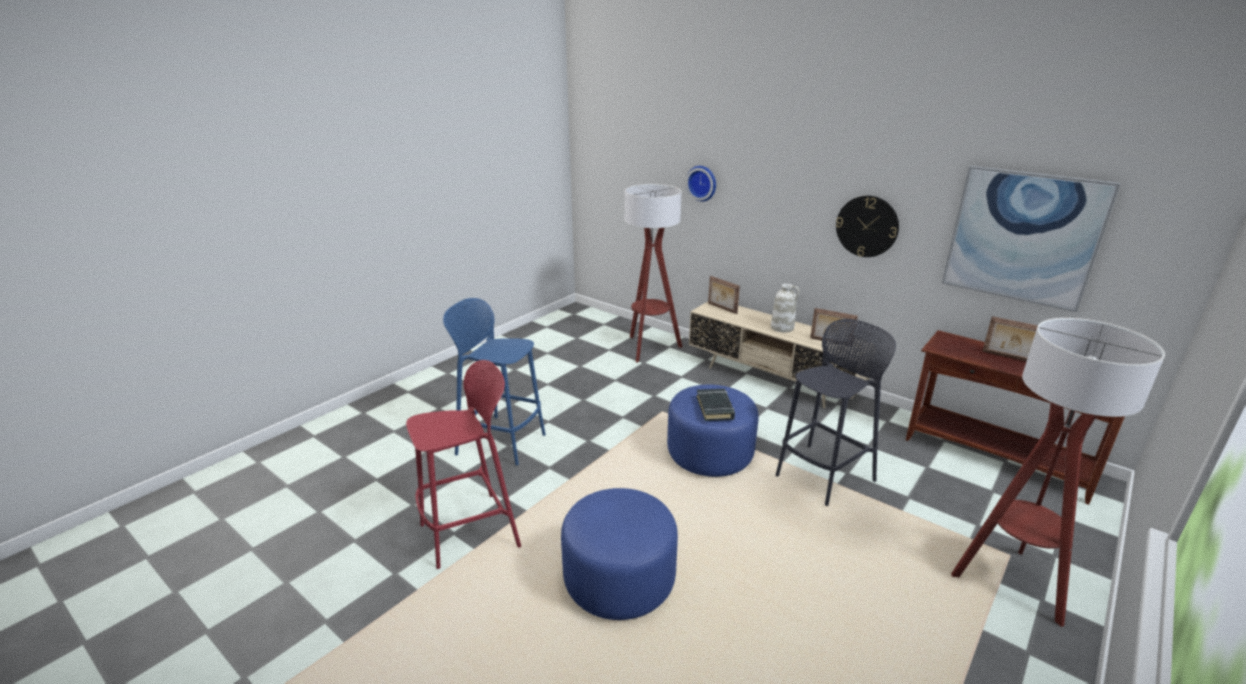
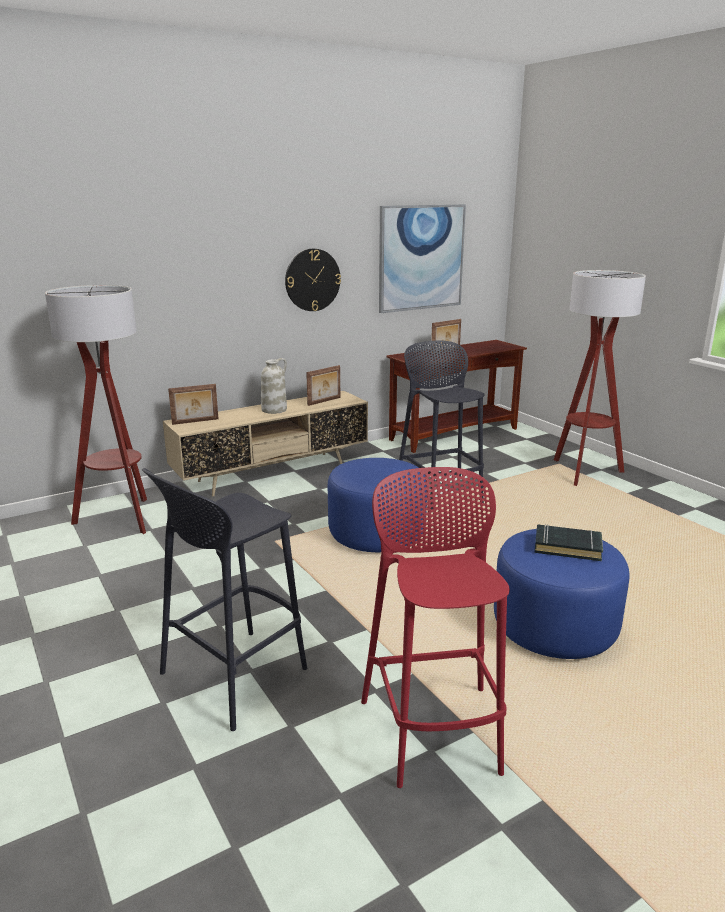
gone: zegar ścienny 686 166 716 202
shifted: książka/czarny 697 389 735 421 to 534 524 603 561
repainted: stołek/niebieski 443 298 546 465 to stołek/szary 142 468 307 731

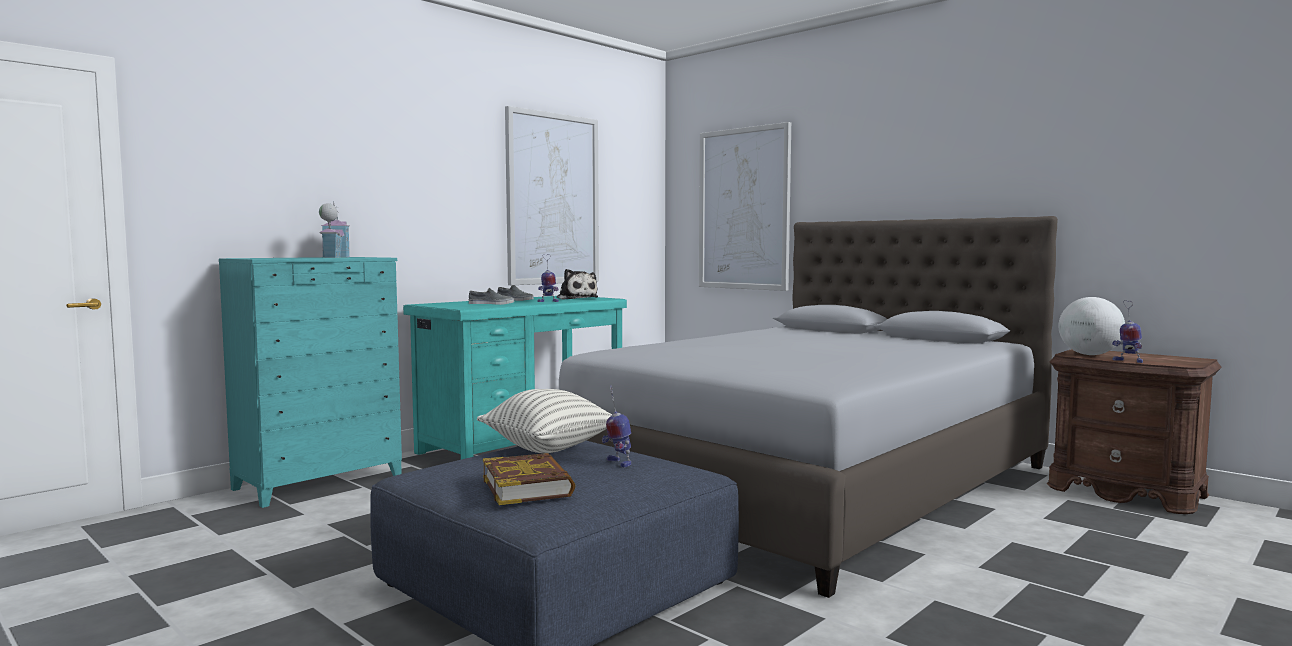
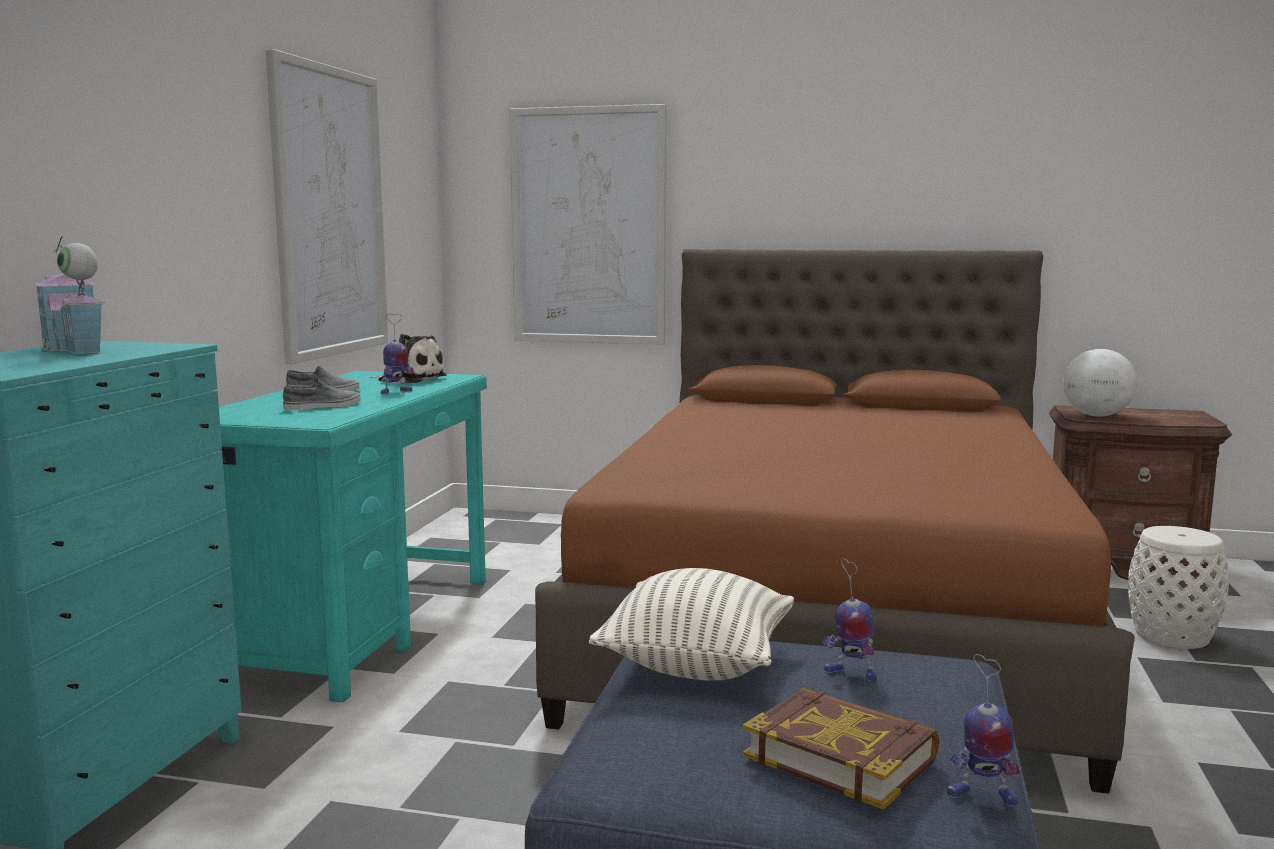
new: stołek/biały 1128 526 1229 649
shifted: robot zabawkowy 1112 300 1143 363 to 947 654 1020 806
repainted: łóżko/szary 559 216 1058 598 to łóżko/brązowy 535 249 1135 794

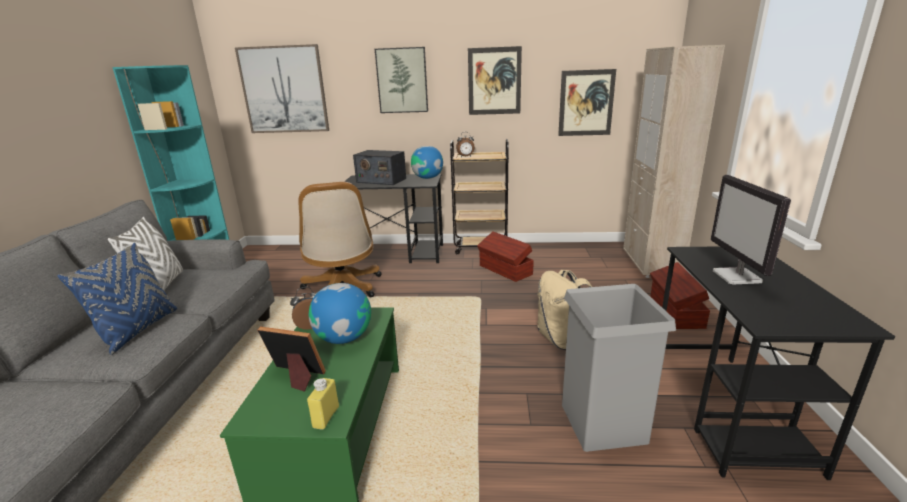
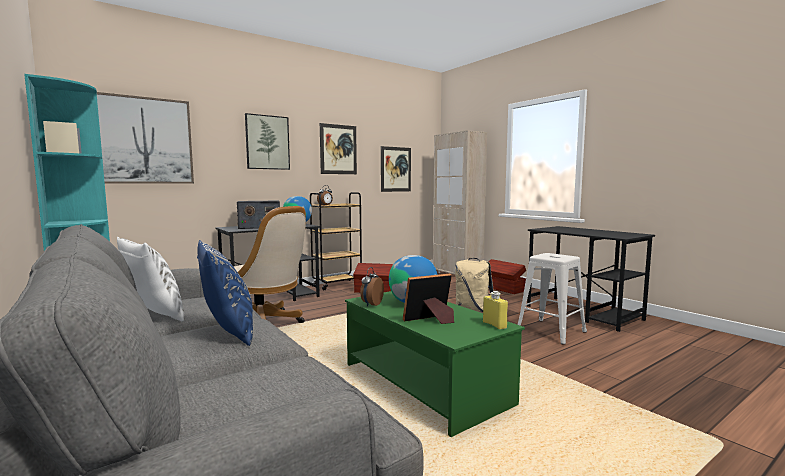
gone: monitor 710 175 791 284
swapped: kosz na śmieci/szary 562 284 676 452 to stołek/biały 518 253 587 345

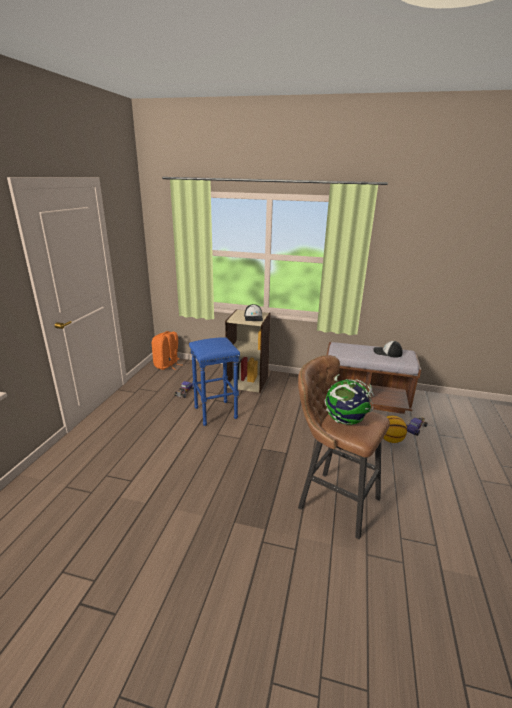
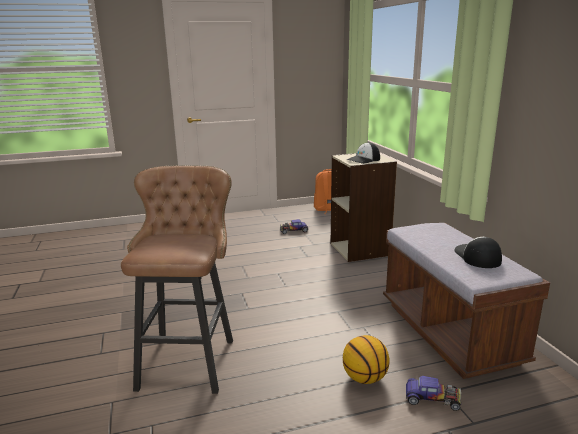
gone: stołek/niebieski 189 337 240 426; globus 325 374 374 425

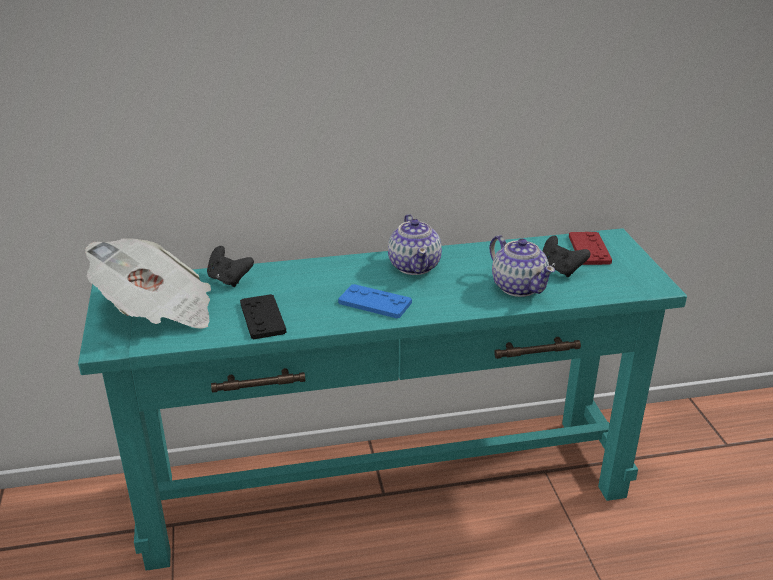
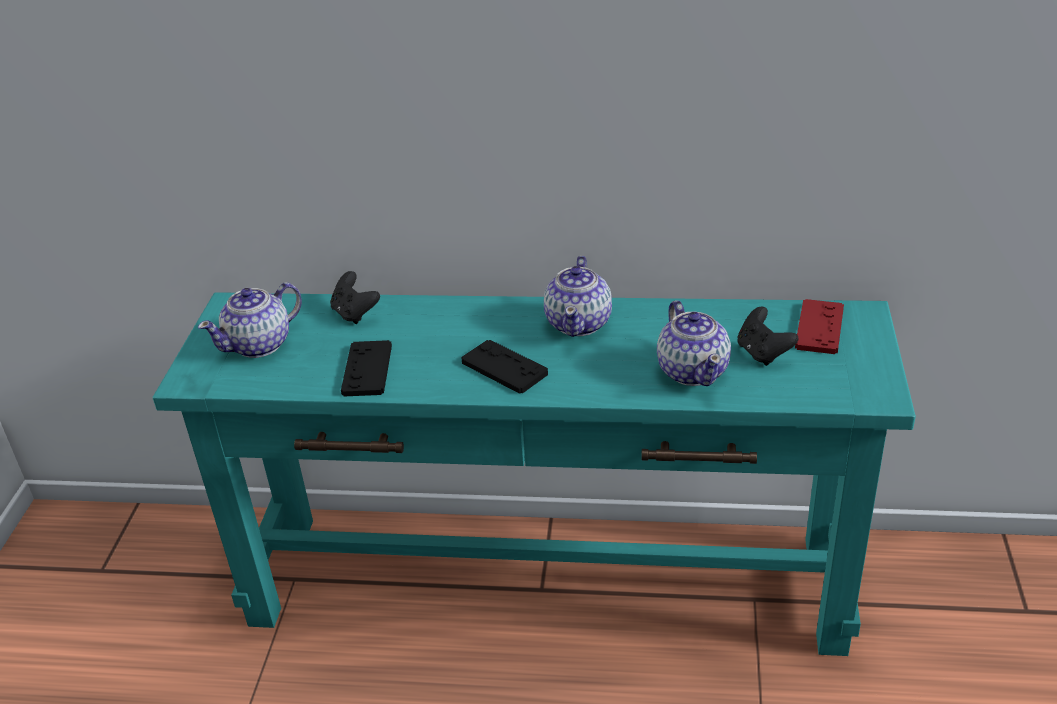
swapped: gazeta 85 238 211 329 to imbryk 198 282 302 358
repainted: pad do gier/niebieski 338 284 412 318 to pad do gier/czarny 462 340 548 394

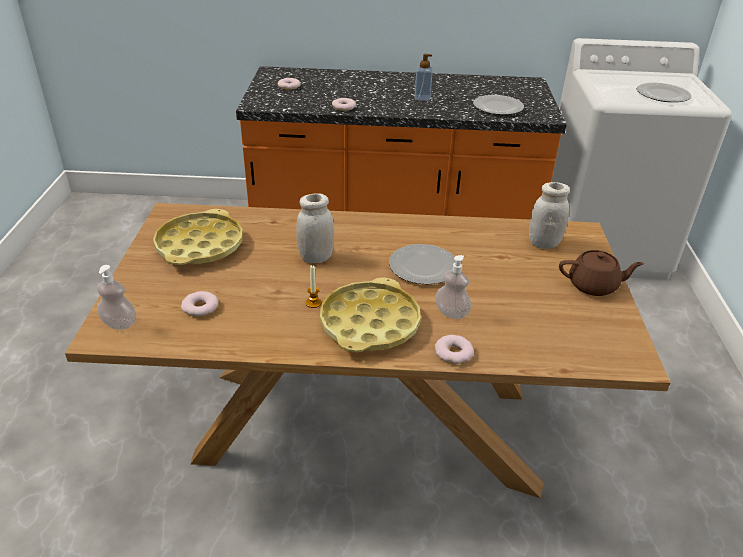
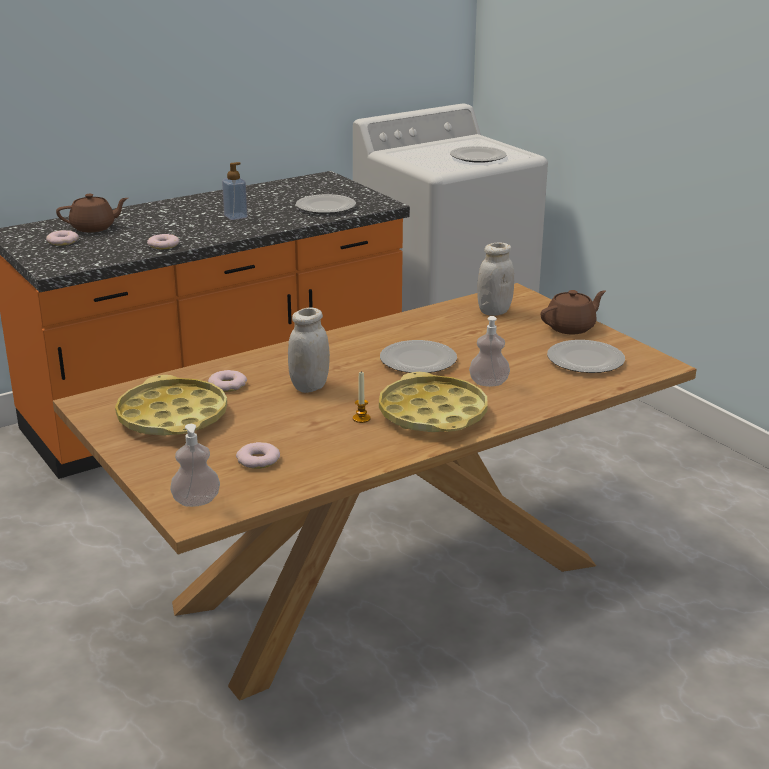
new: imbryk/brązowy 56 194 128 232; talerz 547 340 625 373
shifted: donut 435 335 474 364 to 208 370 247 392

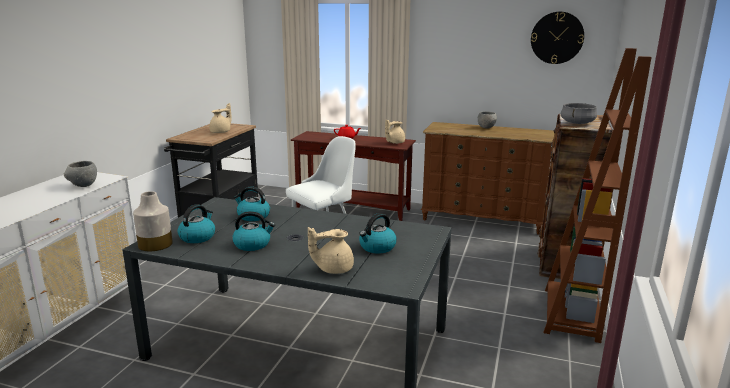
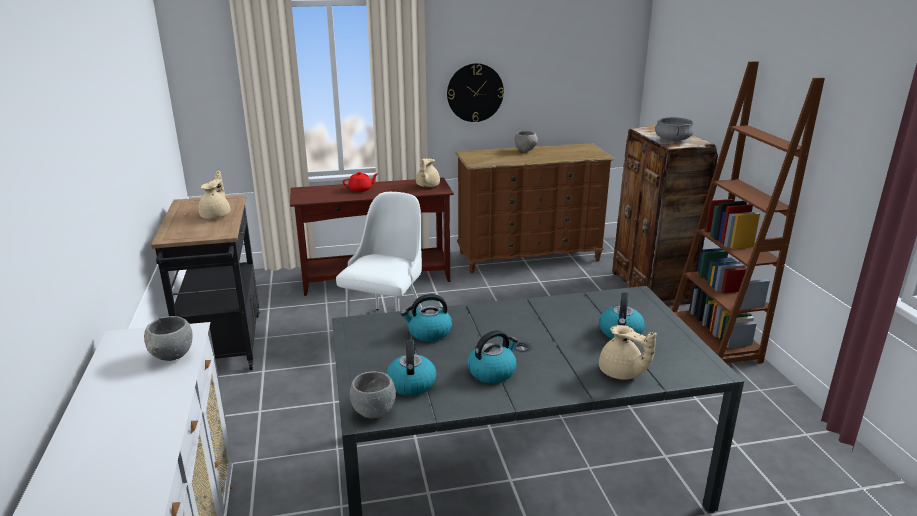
shifted: zegar ścienny 531 12 584 64 to 447 63 504 122
swapped: wazon/beżowy 133 191 173 251 to miska/szary 350 371 396 418
rotated: imbryk/beżowy 308 227 354 274 = 599 325 657 380 90 degrees counterclockwise

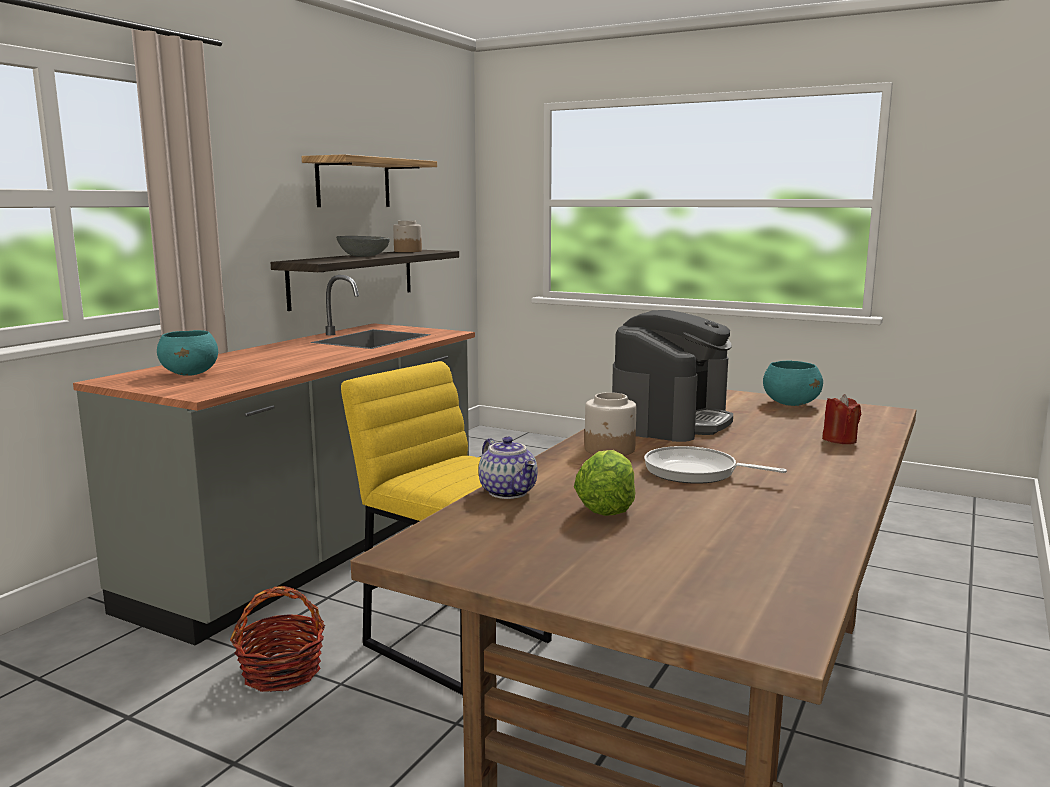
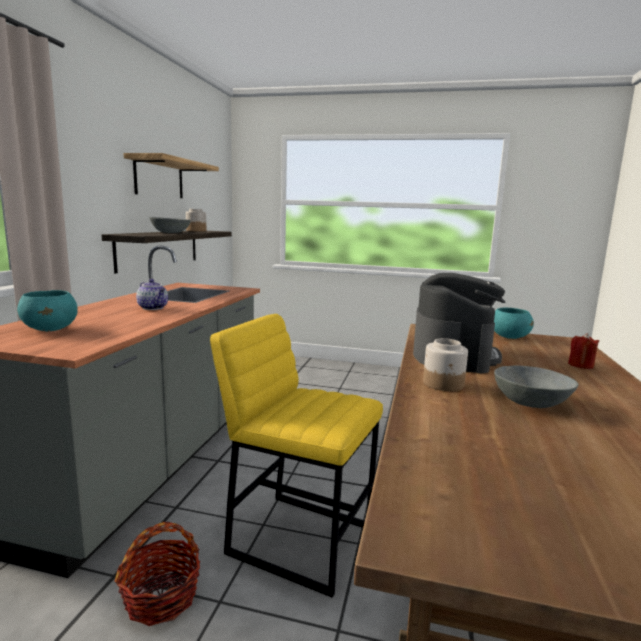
gone: sałata 574 450 635 516
shifted: imbryk 478 436 538 499 to 136 279 168 310
swapped: patelnia 644 446 787 484 to miska/szary 494 366 579 408

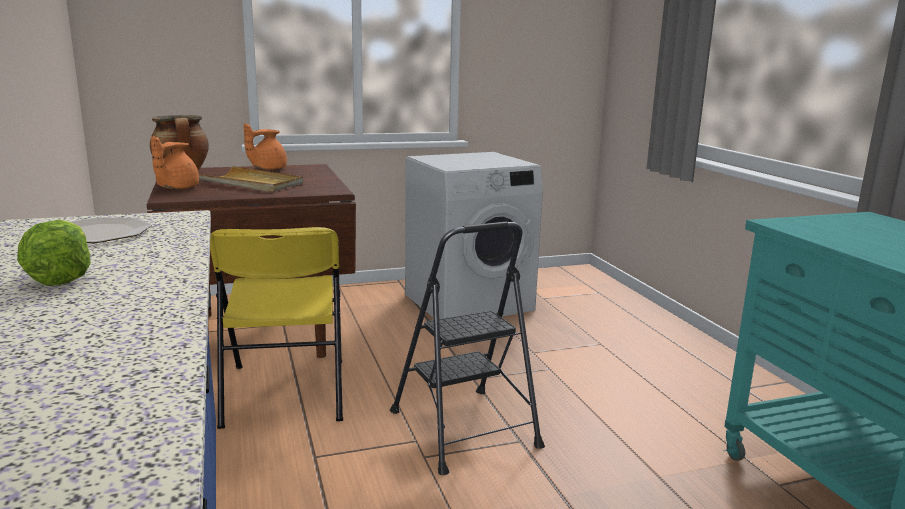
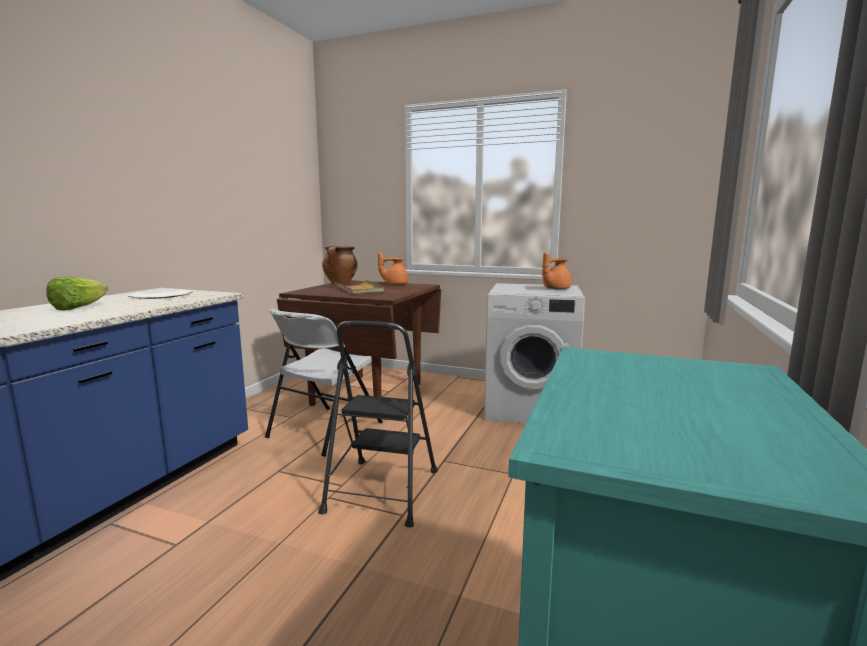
shifted: imbryk/pomarańczowy 151 136 199 189 to 542 252 572 289
repainted: krzesło/żółty 210 227 343 429 to krzesło/biały 265 309 383 457

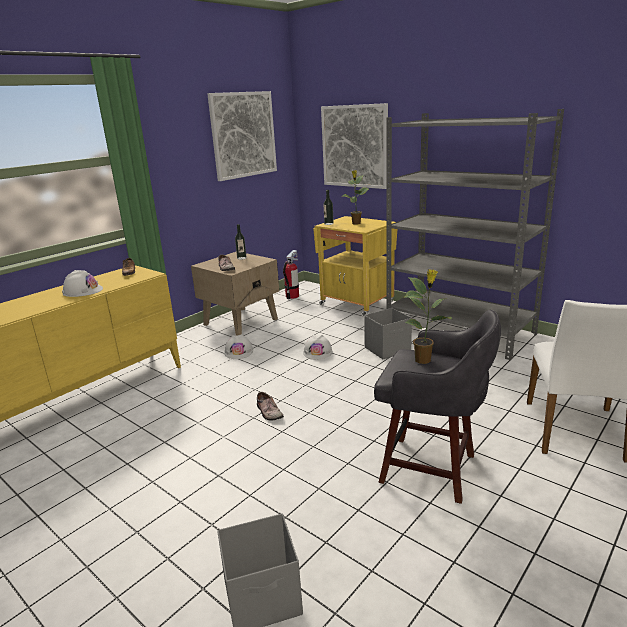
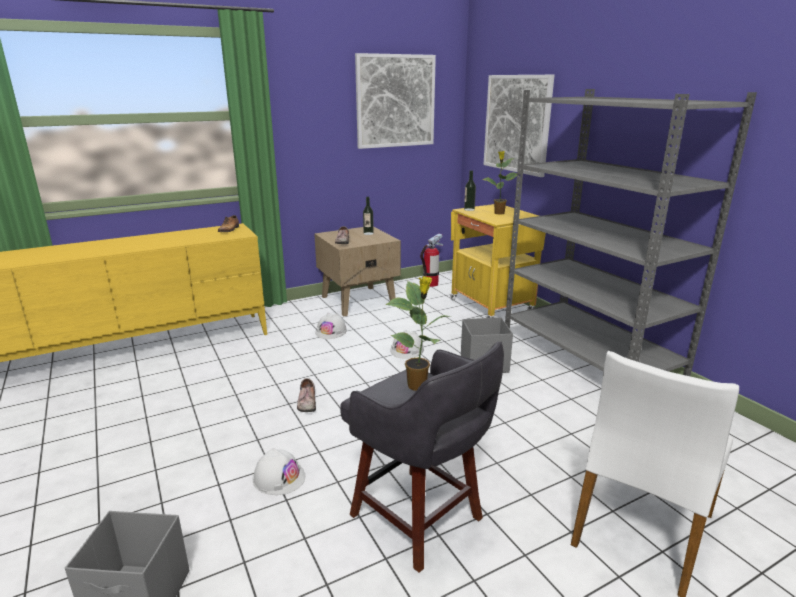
shifted: kask/biały 62 270 103 297 to 253 448 305 495

